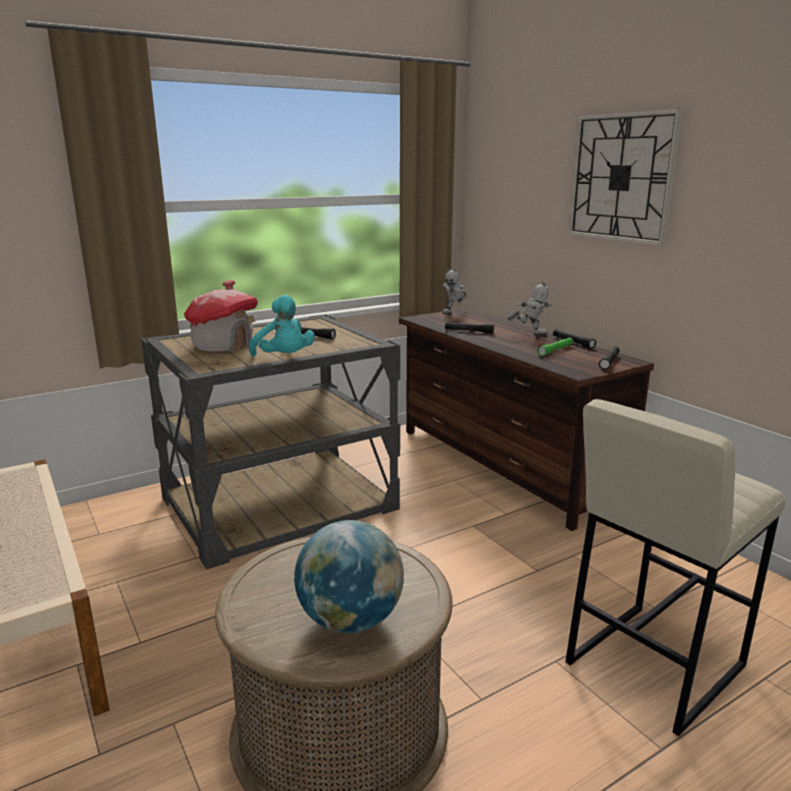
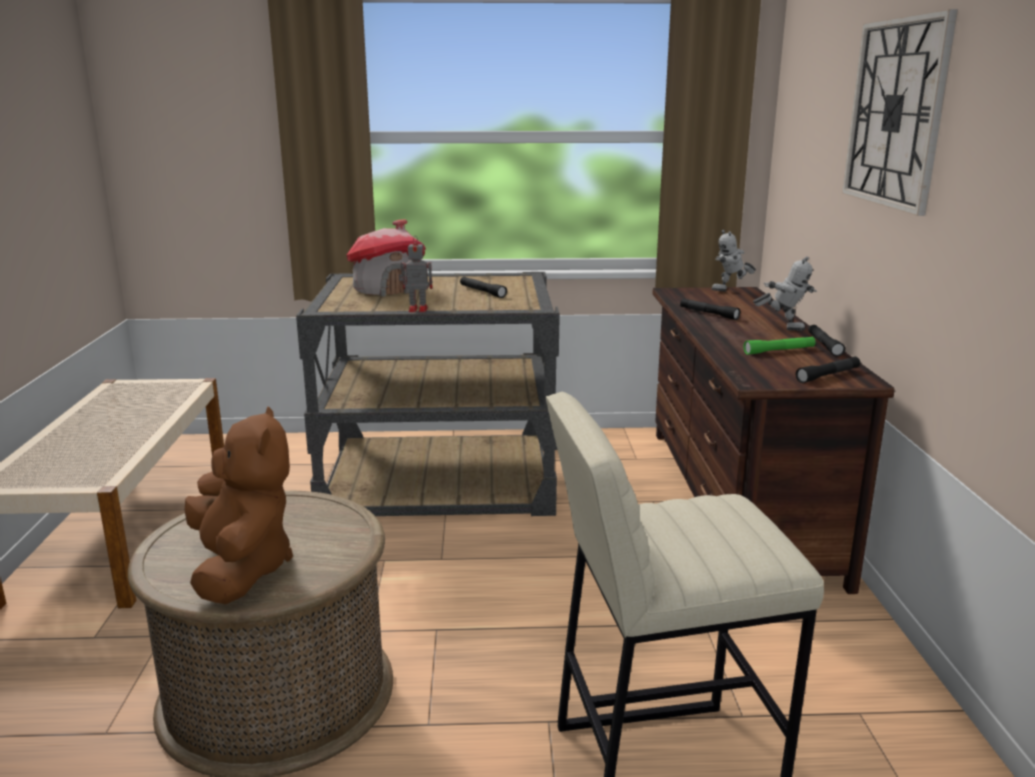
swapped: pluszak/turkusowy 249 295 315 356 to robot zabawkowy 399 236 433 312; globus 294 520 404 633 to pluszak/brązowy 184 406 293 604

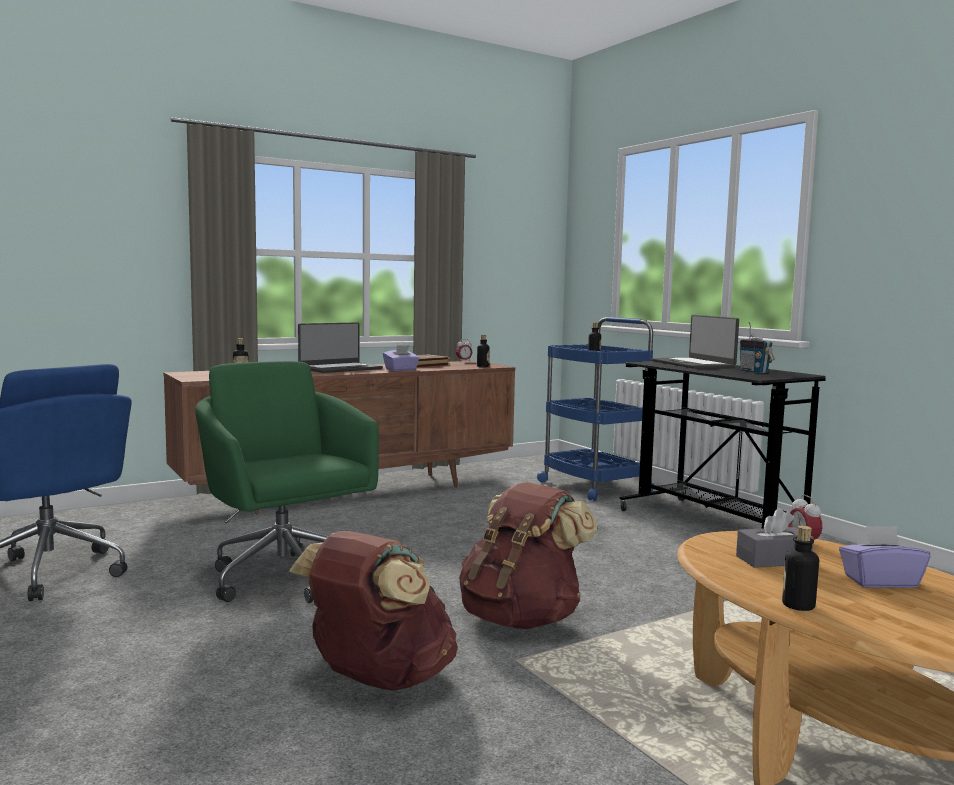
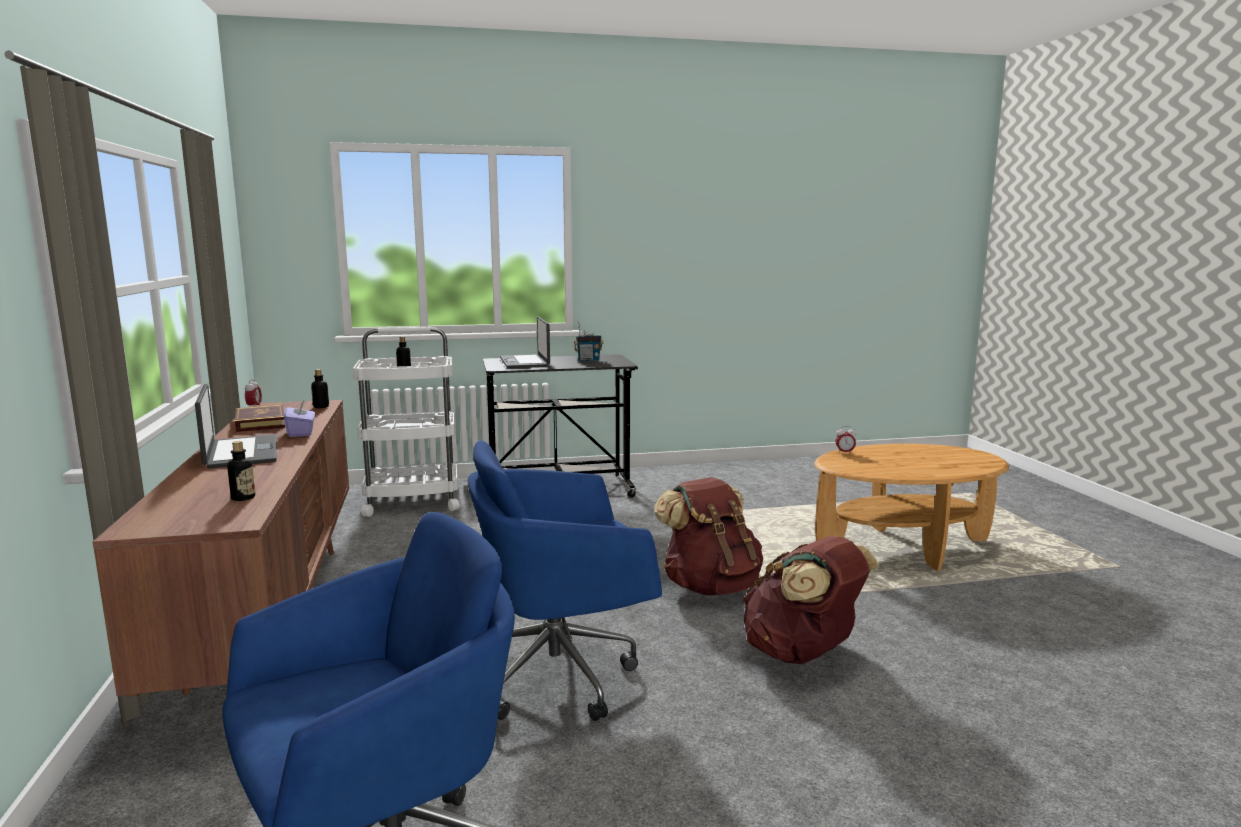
gone: pudełko chusteczek/szary 736 508 814 568; butelka 782 526 819 611; pudełko chusteczek/fioletowy 839 525 931 588
repainted: krzesło biurowe/zielony 195 361 379 603 to krzesło biurowe/niebieski 468 440 662 721; wózek/niebieski 537 317 654 501 to wózek/biały 353 327 460 517
rotated: laptop 652 315 739 369 = 500 317 550 368 75 degrees clockwise

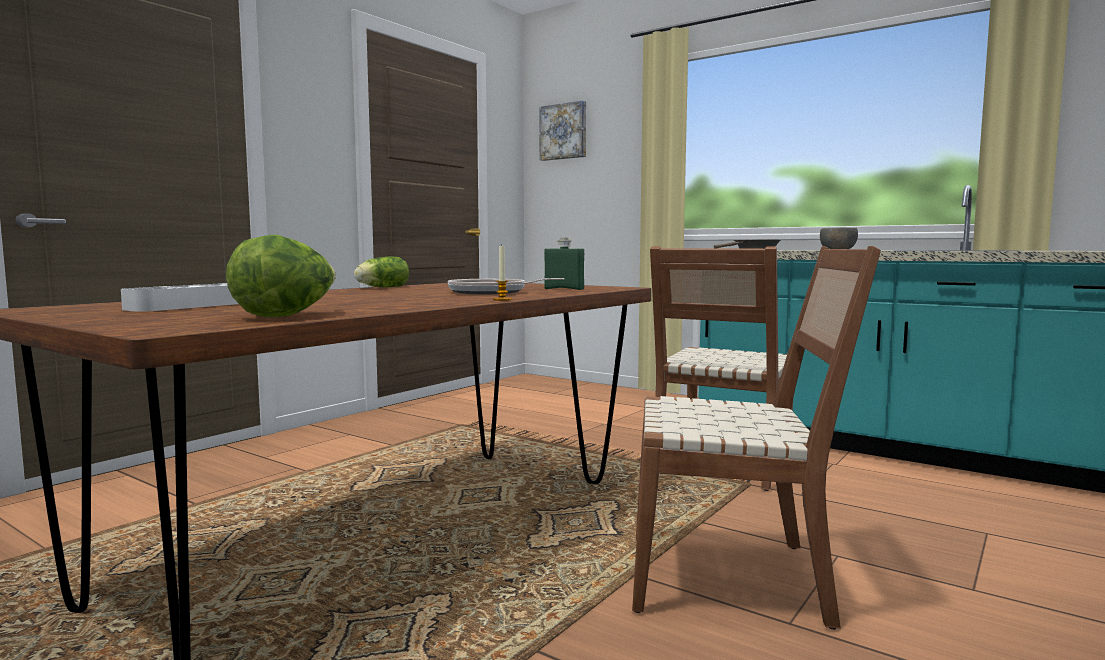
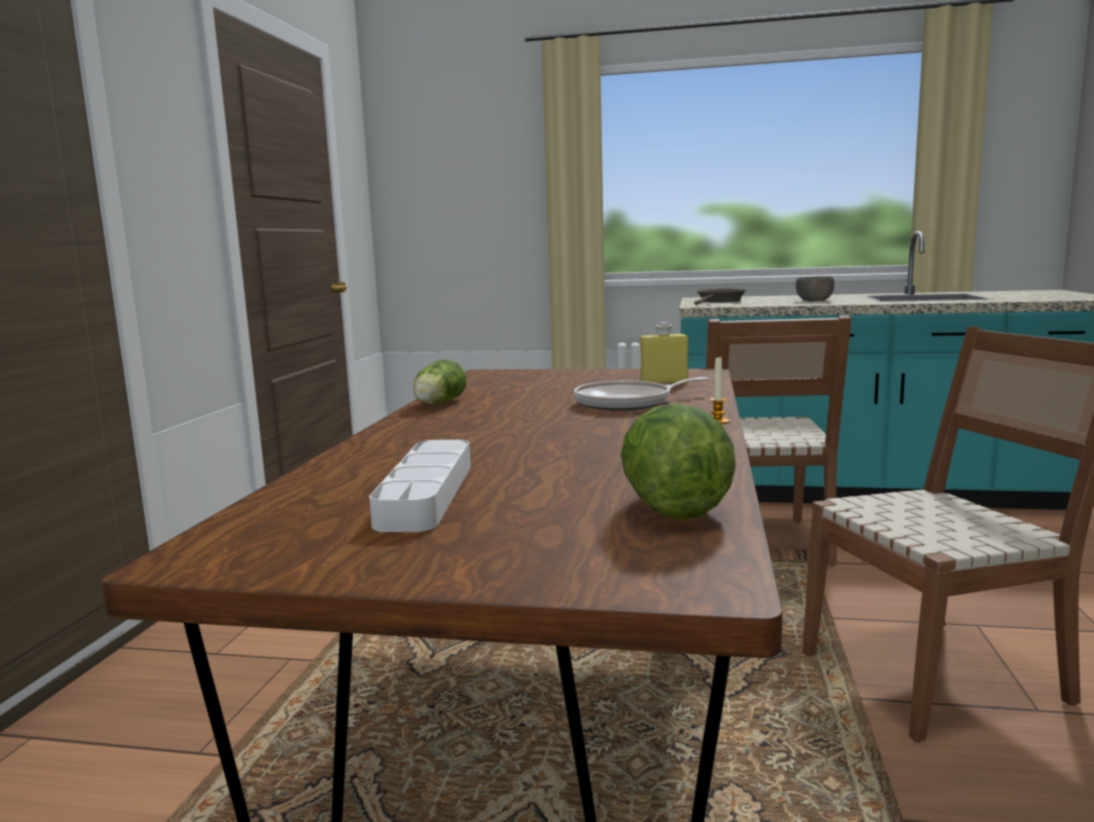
gone: obraz 540 100 586 161
repainted: butelka/zielony 544 238 584 290 to butelka/żółty 640 322 688 384

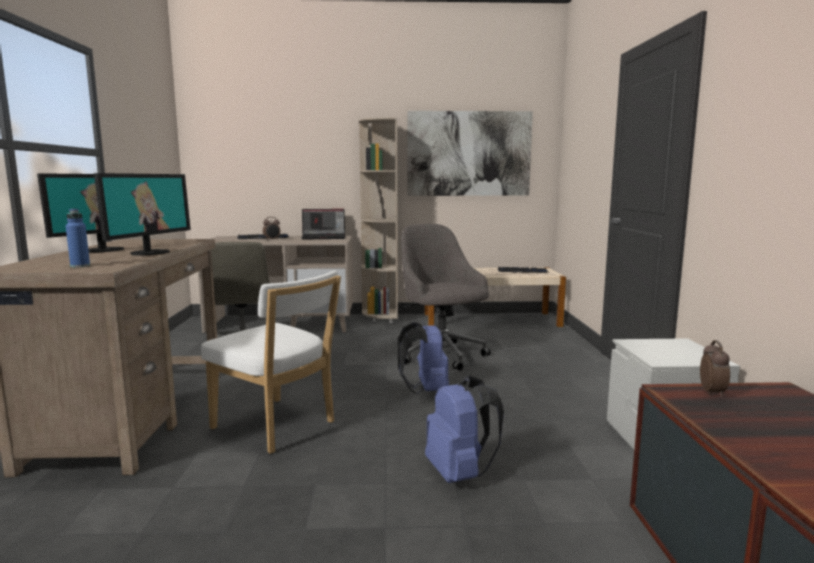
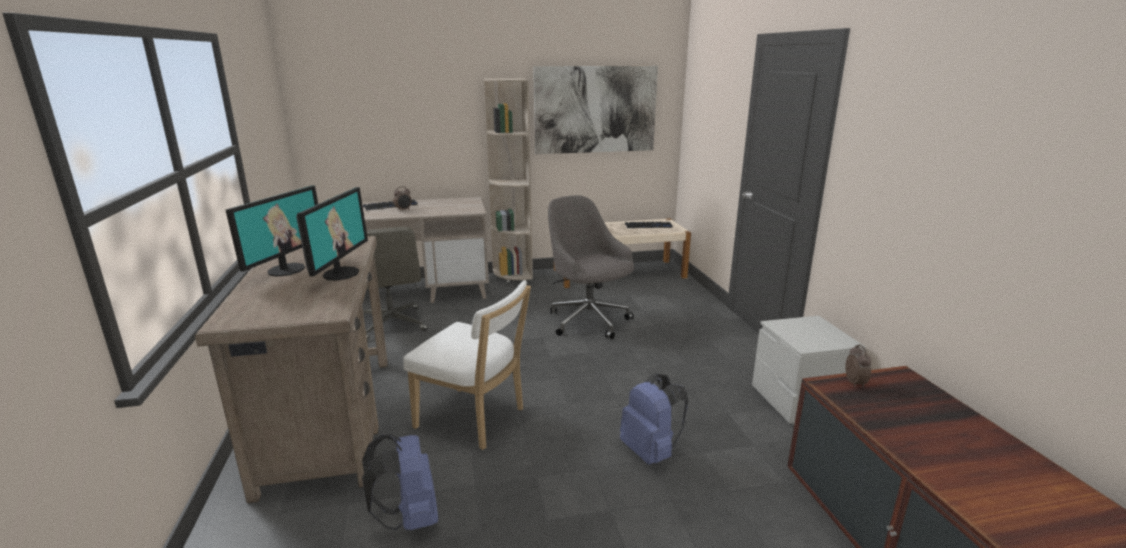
gone: butelka/niebieski 66 208 90 267; laptop 302 209 346 240
shifted: plecak/niebieski 397 321 449 394 to 362 434 438 530

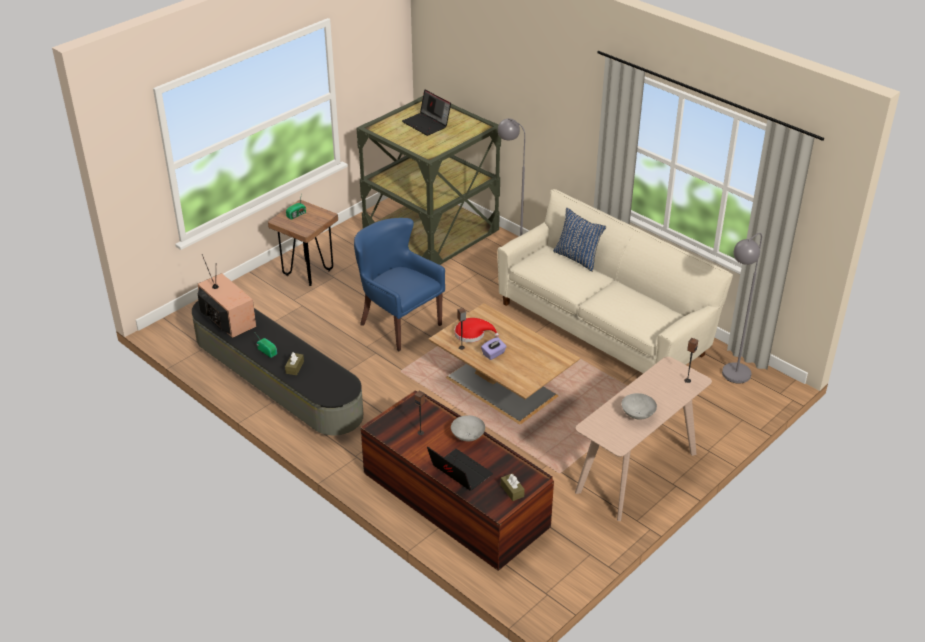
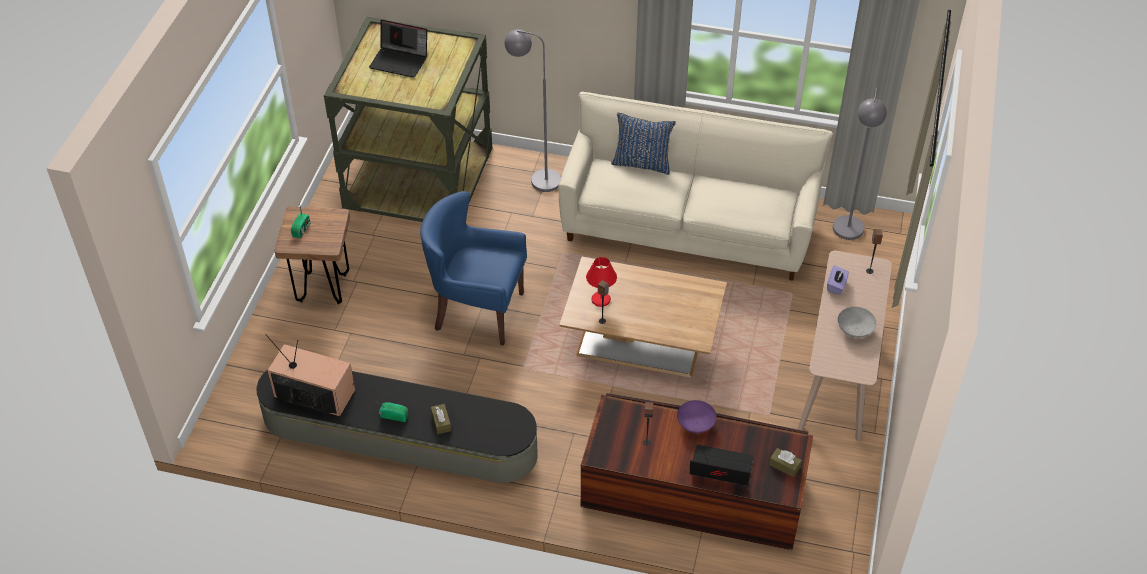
shifted: pudełko chusteczek/fioletowy 481 337 507 360 to 827 265 849 295
swapped: kapelusz/czerwony 455 318 499 343 to lampa stołowa/czerwony 586 257 617 307
repainted: miska/szary 451 415 485 441 to miska/fioletowy 677 400 717 433

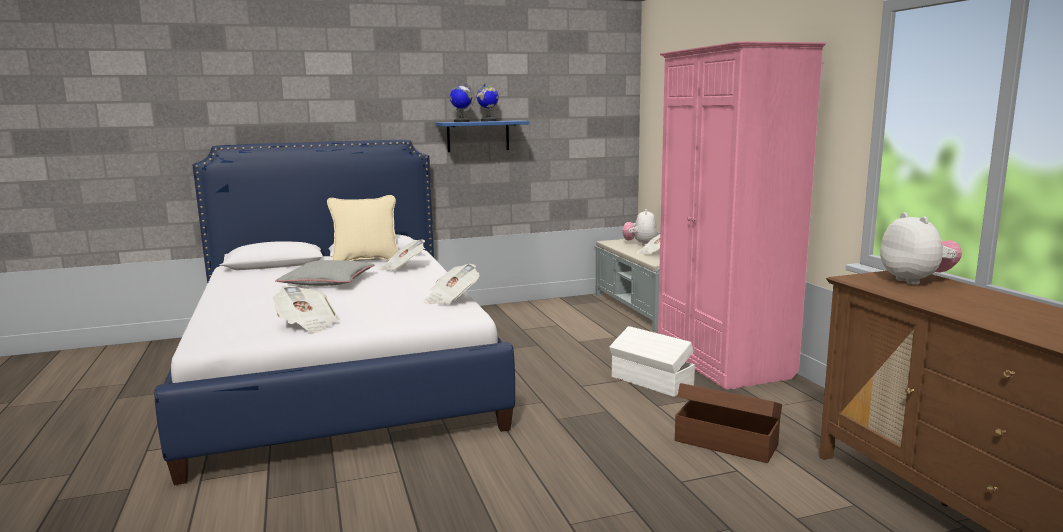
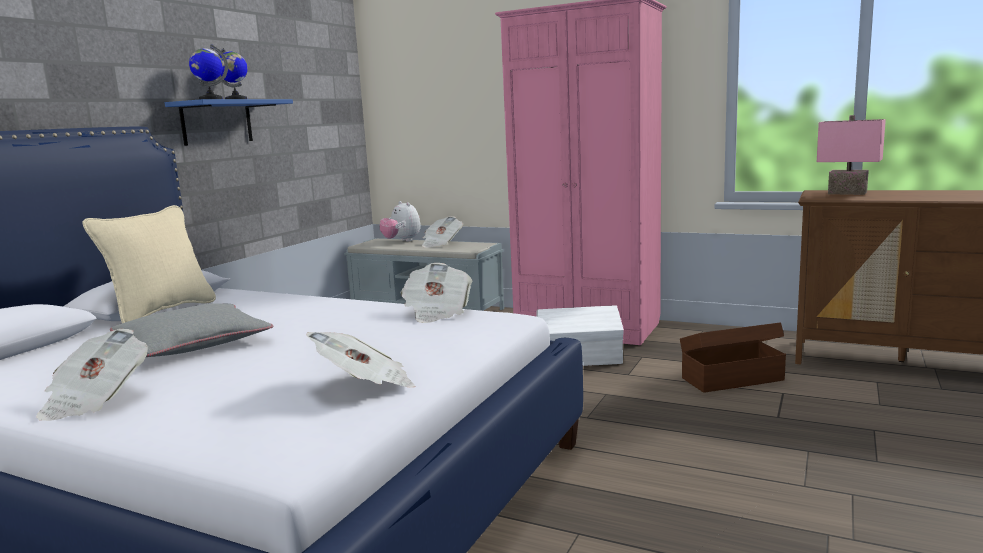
shifted: gazeta 379 239 425 271 to 36 329 148 421
swapped: pluszak 880 212 962 285 to lampa stołowa/różowy 817 115 886 195

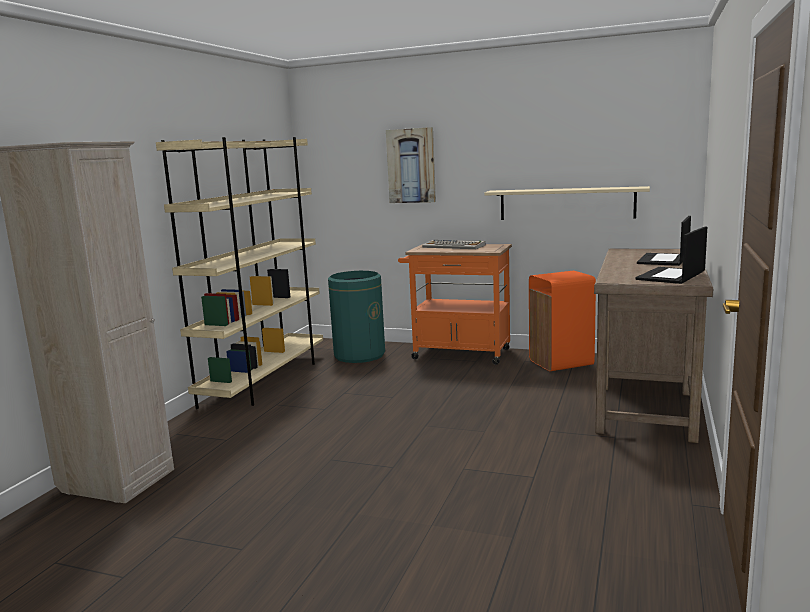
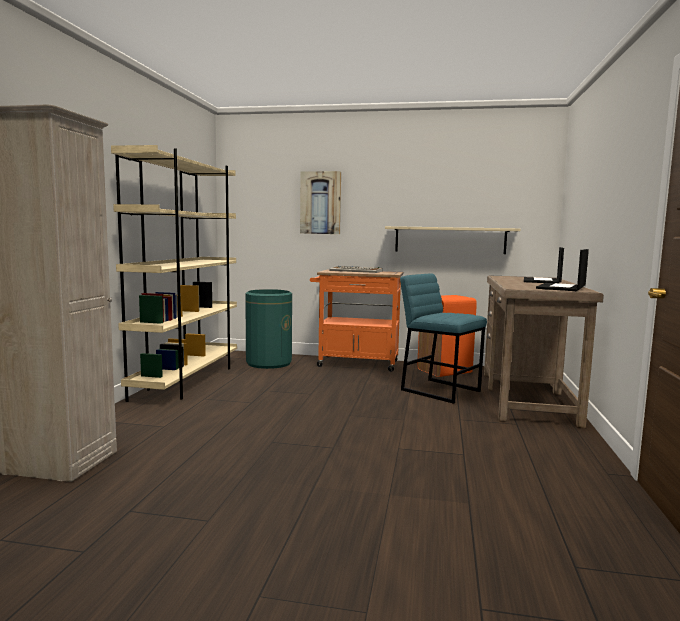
new: stołek/niebieski 400 273 487 404

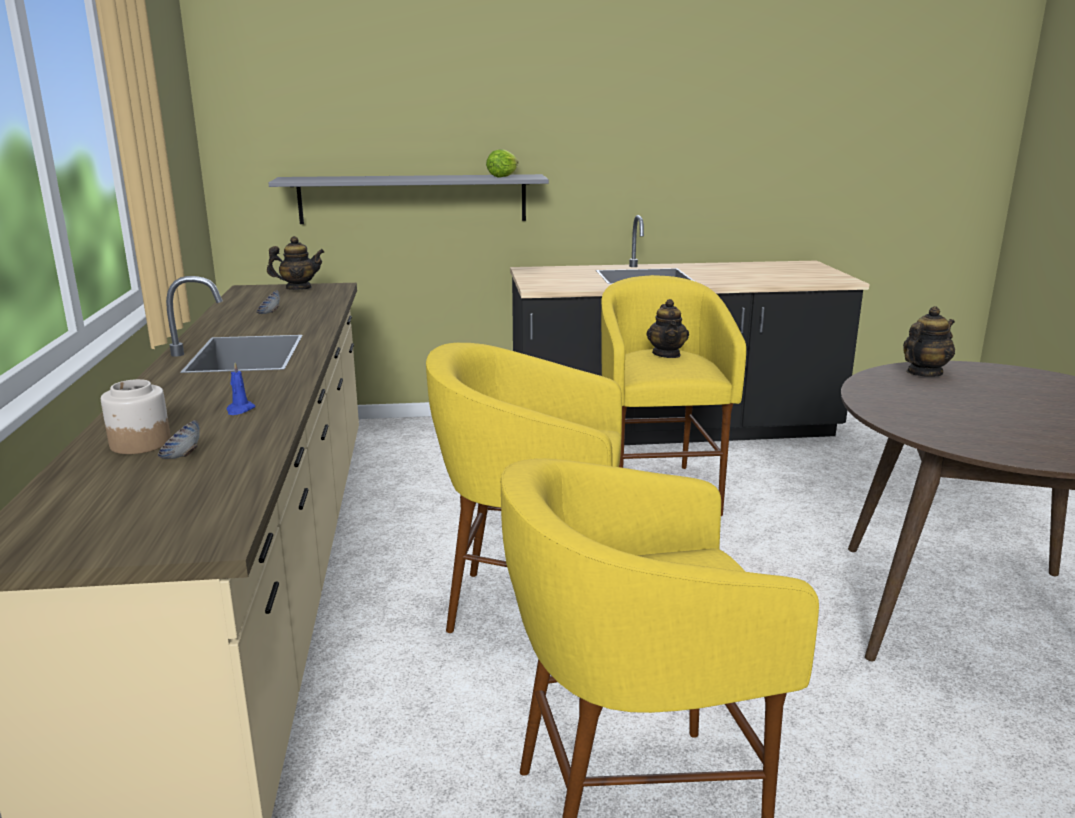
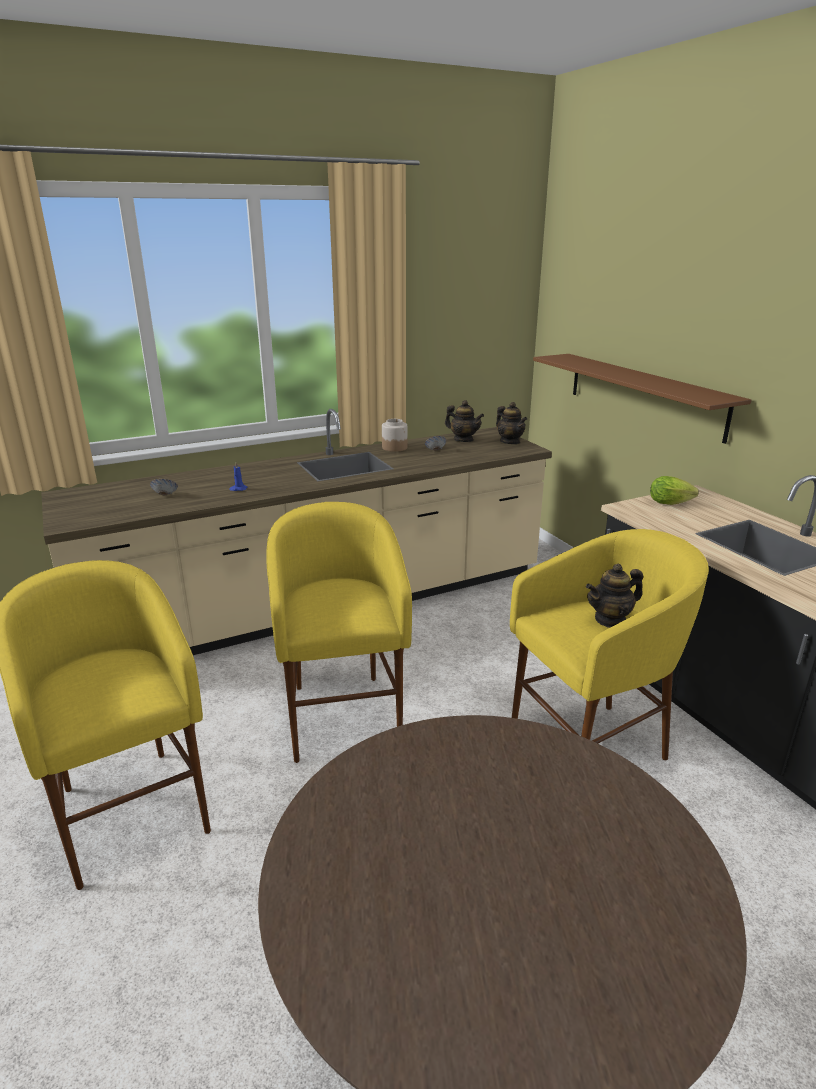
shifted: słoik 101 379 171 454 to 382 419 407 452; sałata 486 149 518 178 to 650 476 699 505; imbryk 903 306 955 377 to 445 400 484 442
repainted: półka/szary 269 174 549 224 to półka/brązowy 533 354 751 444

